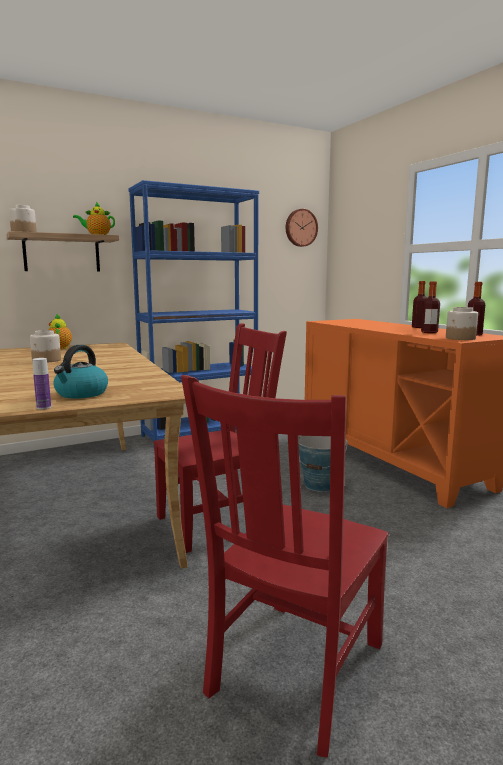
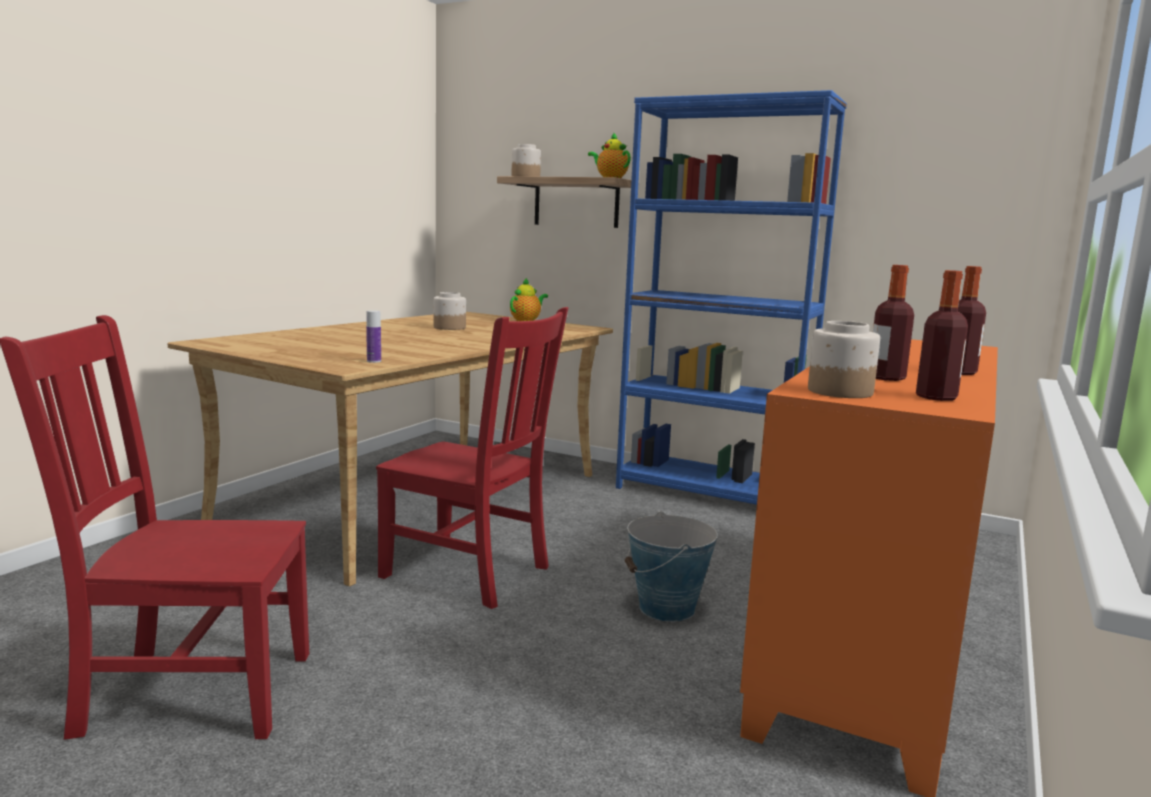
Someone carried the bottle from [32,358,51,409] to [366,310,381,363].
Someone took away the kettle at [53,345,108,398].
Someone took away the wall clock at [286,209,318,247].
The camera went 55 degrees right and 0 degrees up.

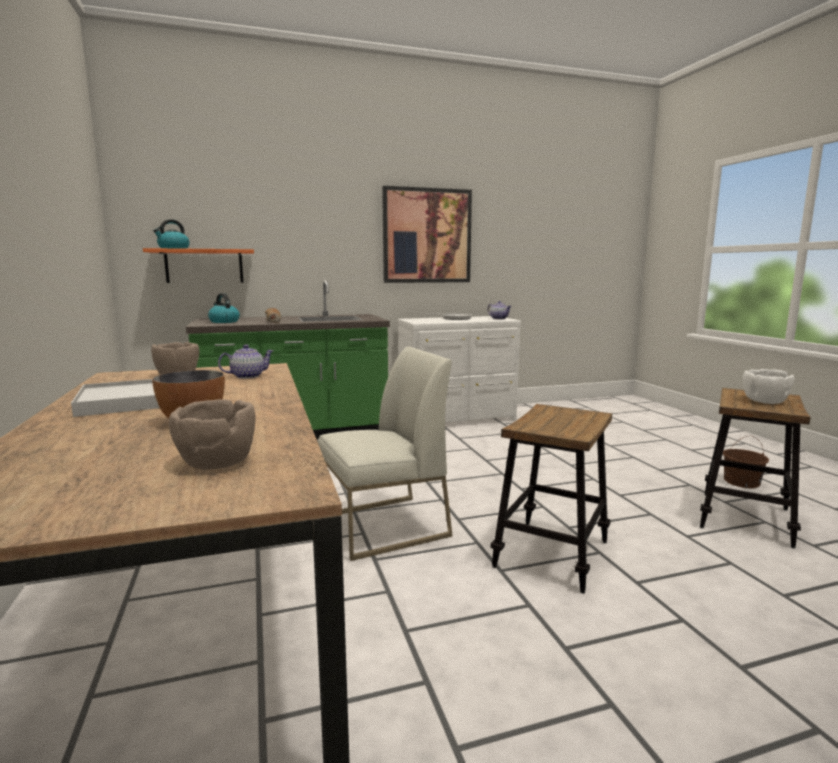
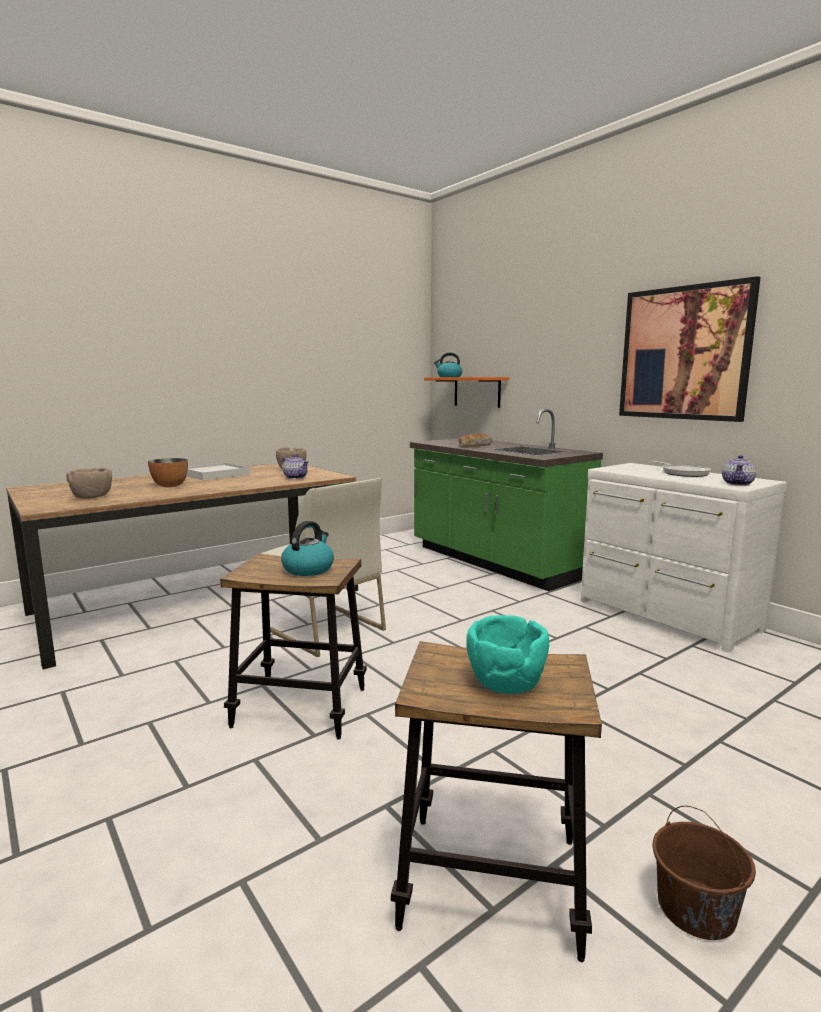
Someone carried the kettle from [208,293,240,323] to [281,521,334,576].
Someone repainted the white bowl at [743,369,794,404], which became the turquoise bowl at [466,615,549,694].
The camera went 70 degrees right and 0 degrees up.

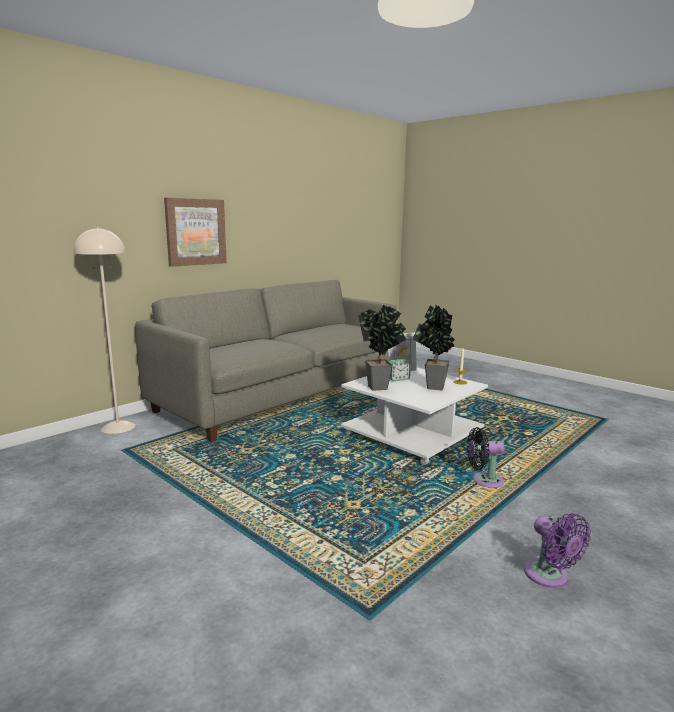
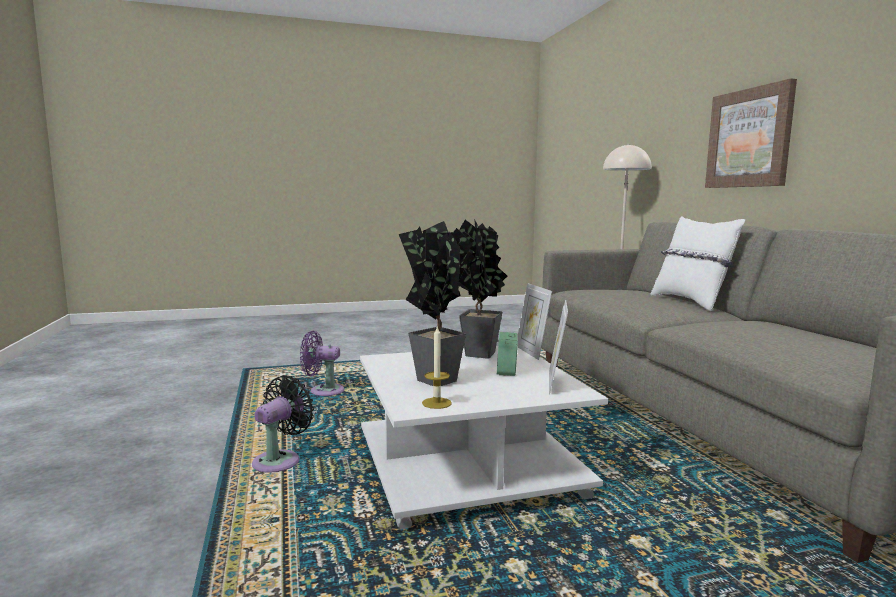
Someone carried the purple fan from [524,513,591,588] to [300,331,344,396].
Someone put down the picture frame at [518,283,552,360].
Someone put down the white pillow at [650,217,745,311].
The camera went 120 degrees right and 5 degrees down.

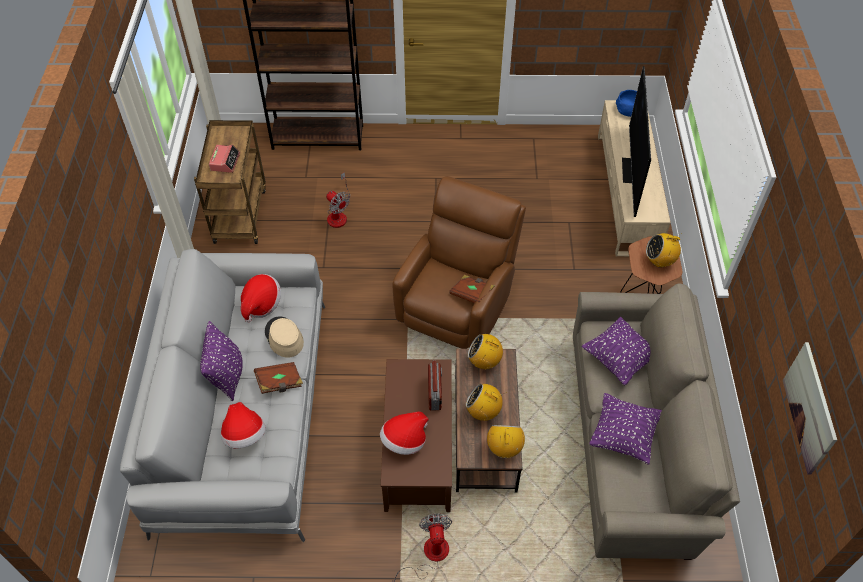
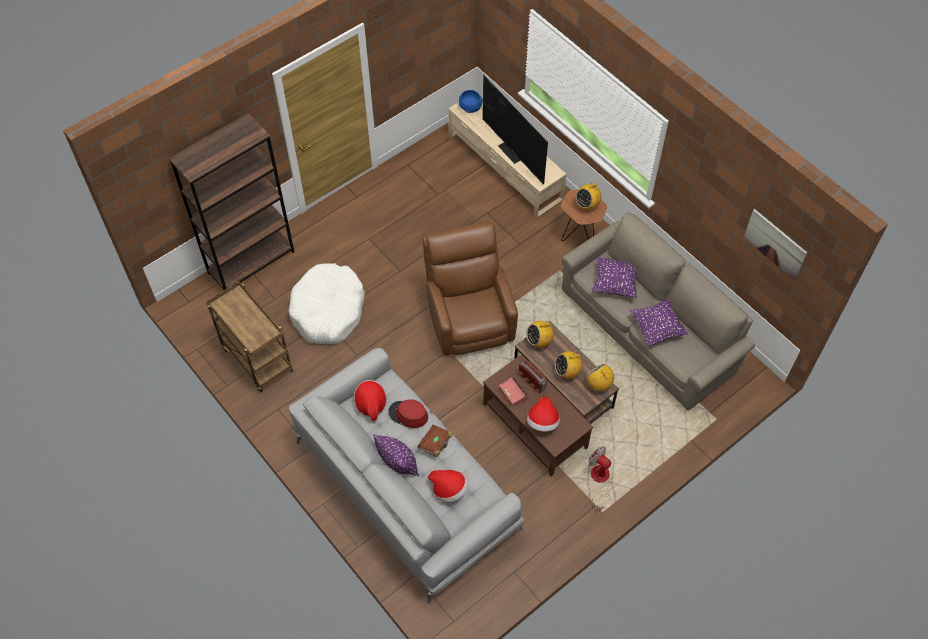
Someone carried the alarm clock from [209,144,240,173] to [499,377,529,407].
Someone repainted the beige hat at [265,316,304,358], which became the red hat at [389,399,428,428].
Someone swapped the fan at [326,172,350,228] for the white dog bed at [288,263,365,344].
Someone took away the brown book at [449,275,495,303].
The camera went 40 degrees left and 5 degrees up.

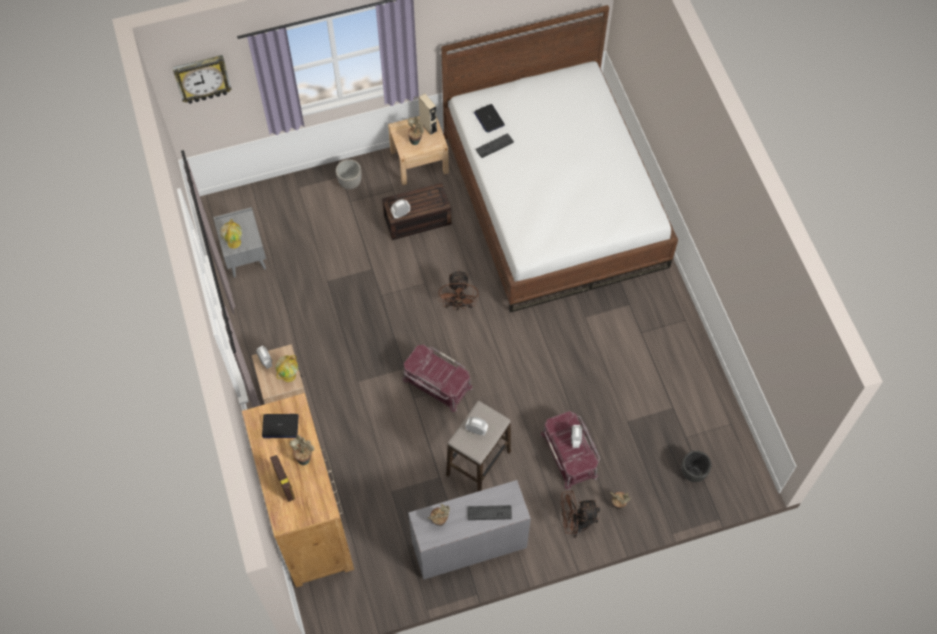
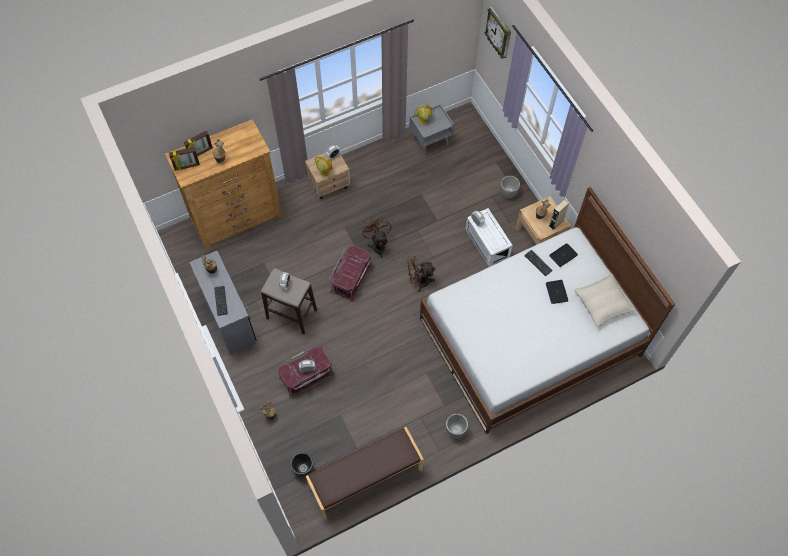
Someone carried the laptop from [262,414,299,438] to [546,280,568,304].
Someone repainted the brown storage box at [382,183,451,240], which became the white storage box at [465,208,513,267].
Someone carried the brown fan from [561,490,600,538] to [361,216,392,259].
Someone put down the picture frame at [169,147,200,171].
Someone put down the brown bench at [306,427,424,520].
Someone put down the planter at [446,414,468,438].
Someone put down the beige pillow at [574,274,636,327].
The camera went 80 degrees right and 0 degrees up.

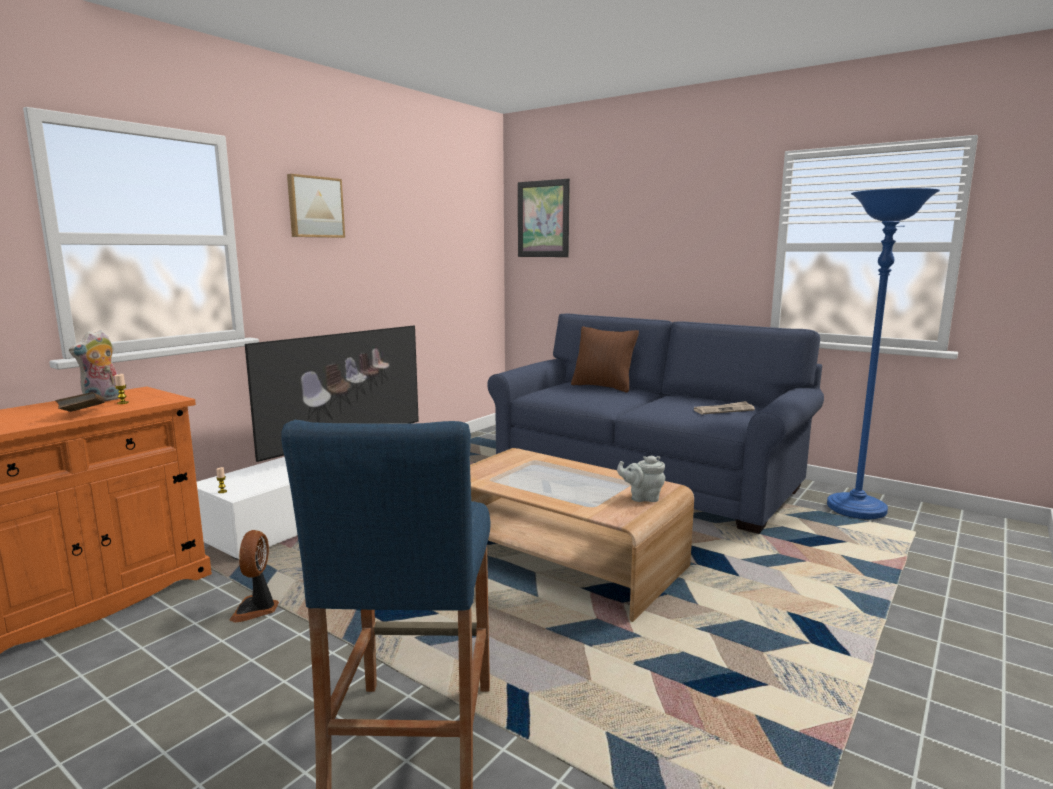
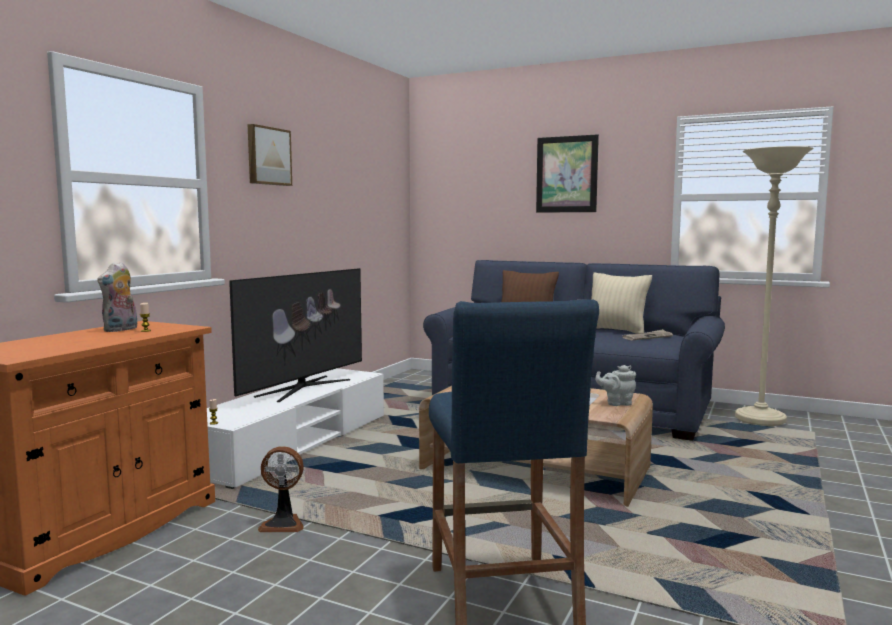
Someone took away the brown book at [55,392,105,412].
Someone rotated the fan at [229,530,279,622] by 75 degrees counterclockwise.
Someone carried the picture from [518,179,570,257] to [536,134,599,213].
Someone repainted the blue floor lamp at [827,188,940,520], which became the beige floor lamp at [735,146,814,426].
Someone put down the beige pillow at [591,273,652,334].
The camera went 10 degrees left and 5 degrees down.

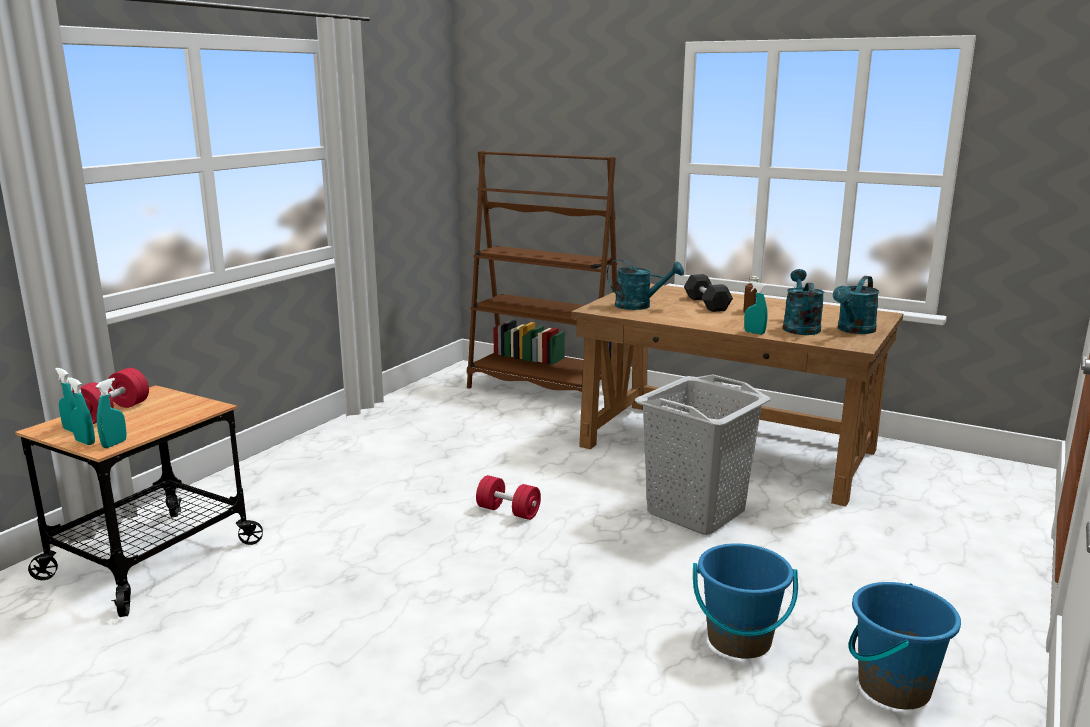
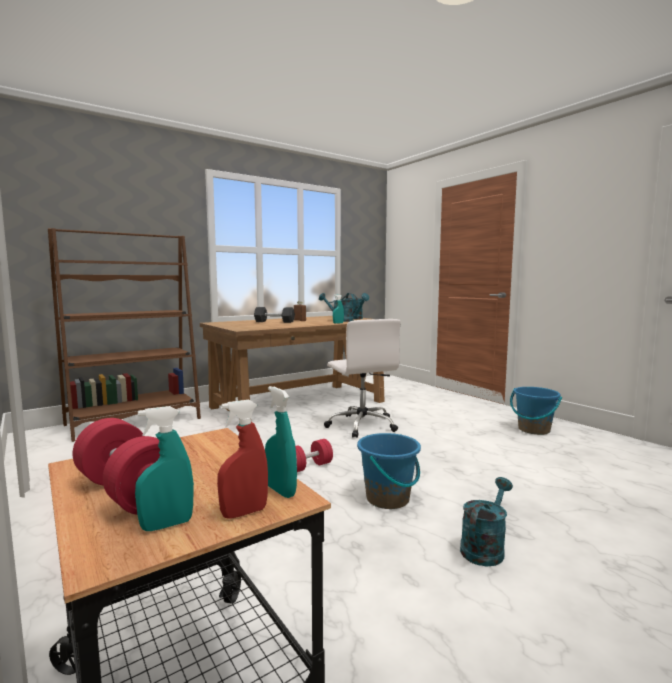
Someone repainted the turquoise spray bottle at [67,377,95,445], which became the red spray bottle at [217,400,268,519].
Someone carried the turquoise watering can from [607,259,684,310] to [460,477,513,566].
Someone swapped the grey laundry basket at [634,375,771,535] for the white office chair at [324,319,401,438].
Someone carried the blue bucket from [693,543,798,659] to [357,433,421,509].
The camera went 65 degrees left and 10 degrees down.

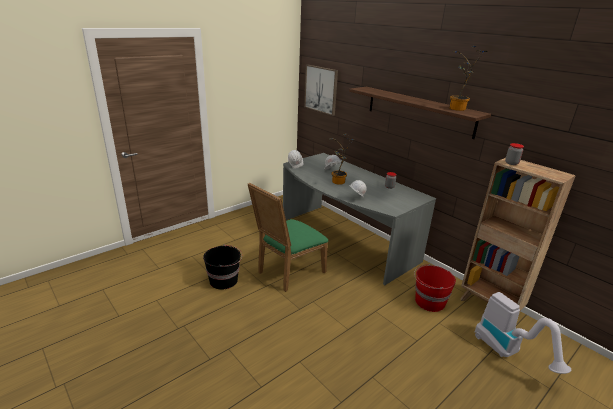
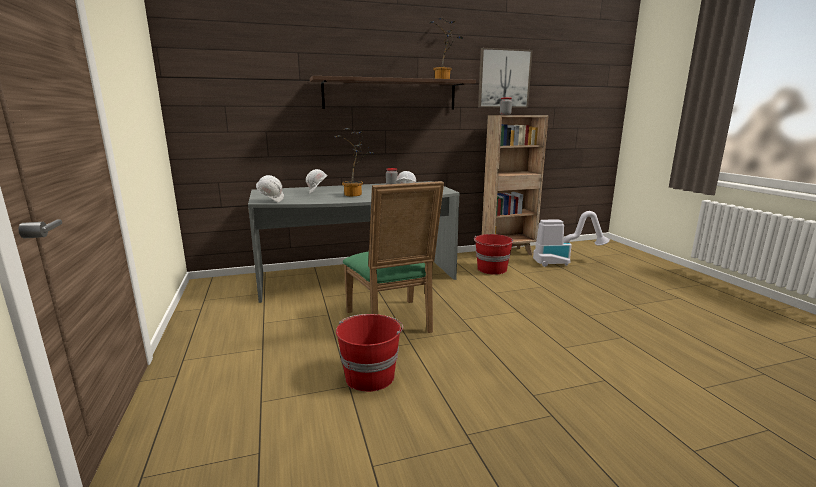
Someone repainted the black bucket at [203,245,242,290], which became the red bucket at [336,314,403,392].
Someone carried the picture from [304,65,338,116] to [478,48,533,108].
The camera went 65 degrees left and 10 degrees down.

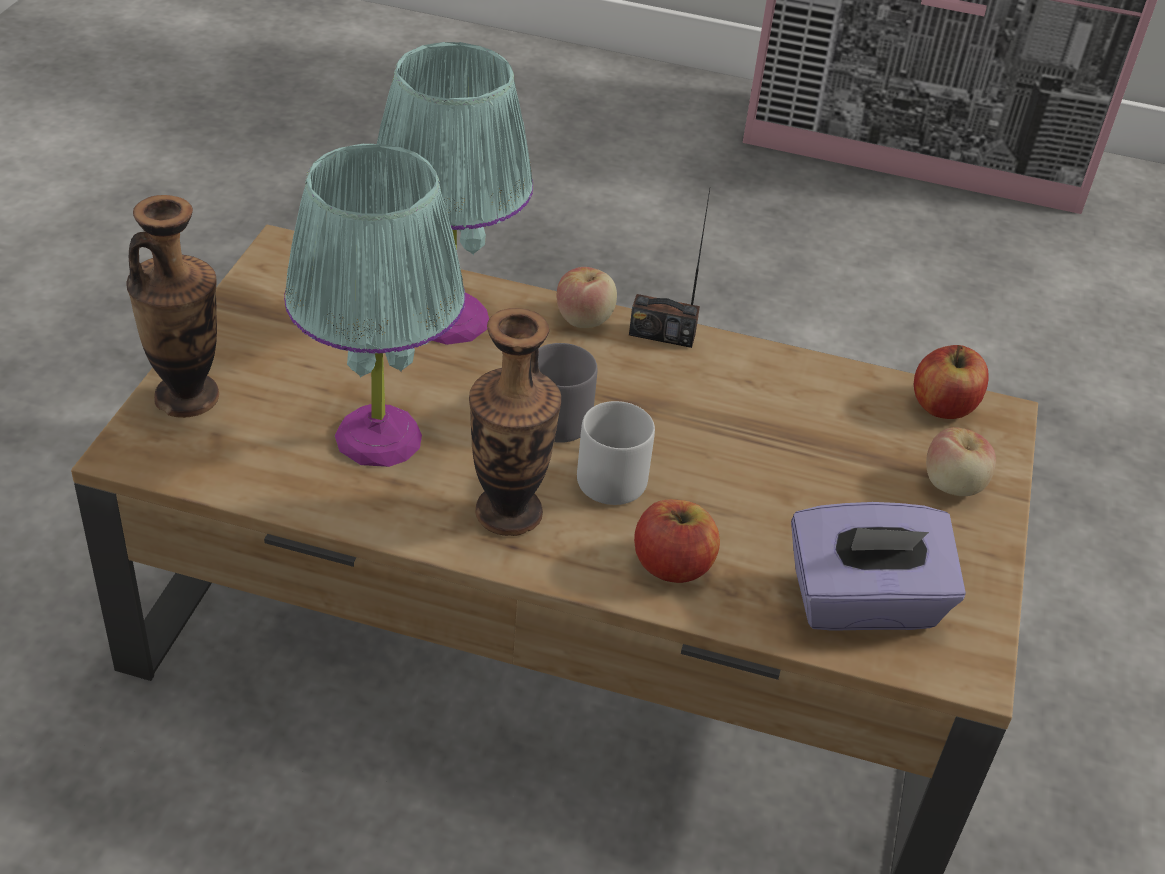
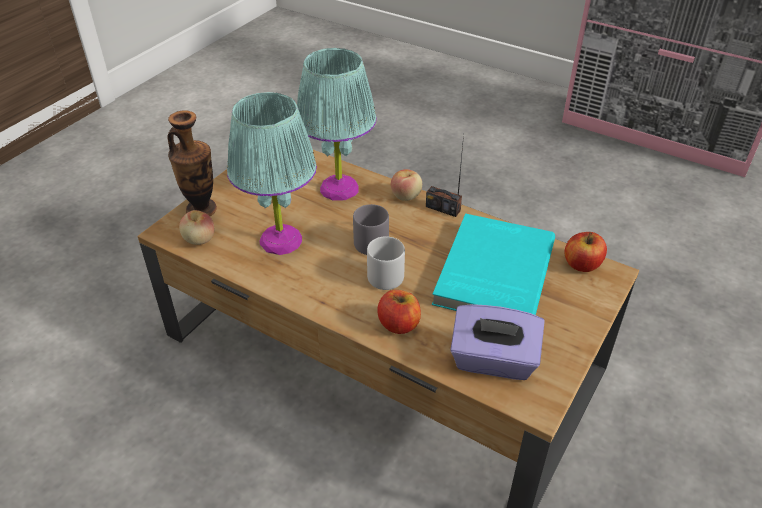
Someone took away the vase at [469,308,561,536].
Someone carried the apple from [926,427,996,496] to [179,210,214,245].
Someone put down the turquoise book at [432,213,555,315].
The camera went 20 degrees right and 0 degrees up.

